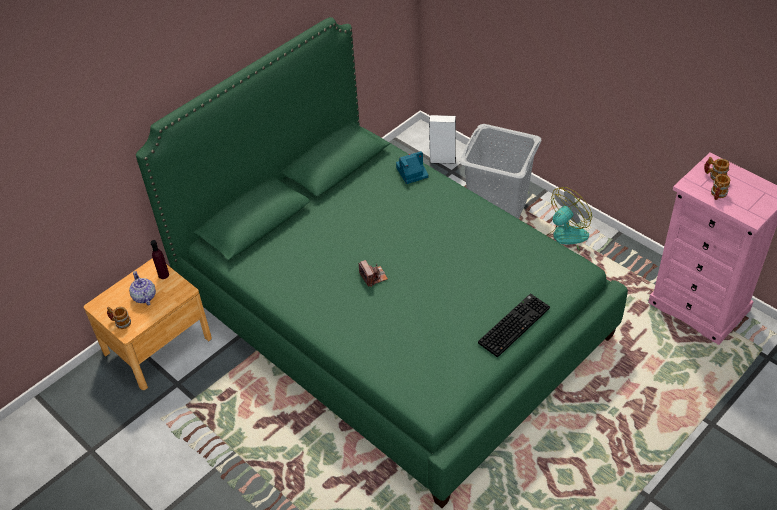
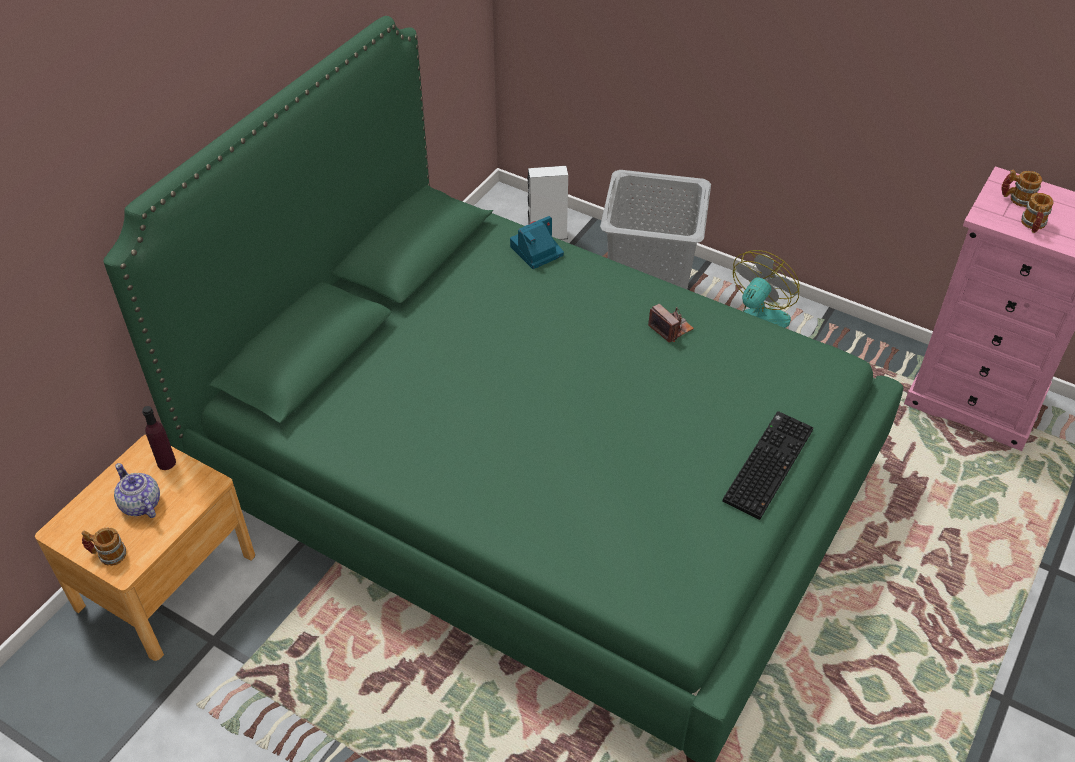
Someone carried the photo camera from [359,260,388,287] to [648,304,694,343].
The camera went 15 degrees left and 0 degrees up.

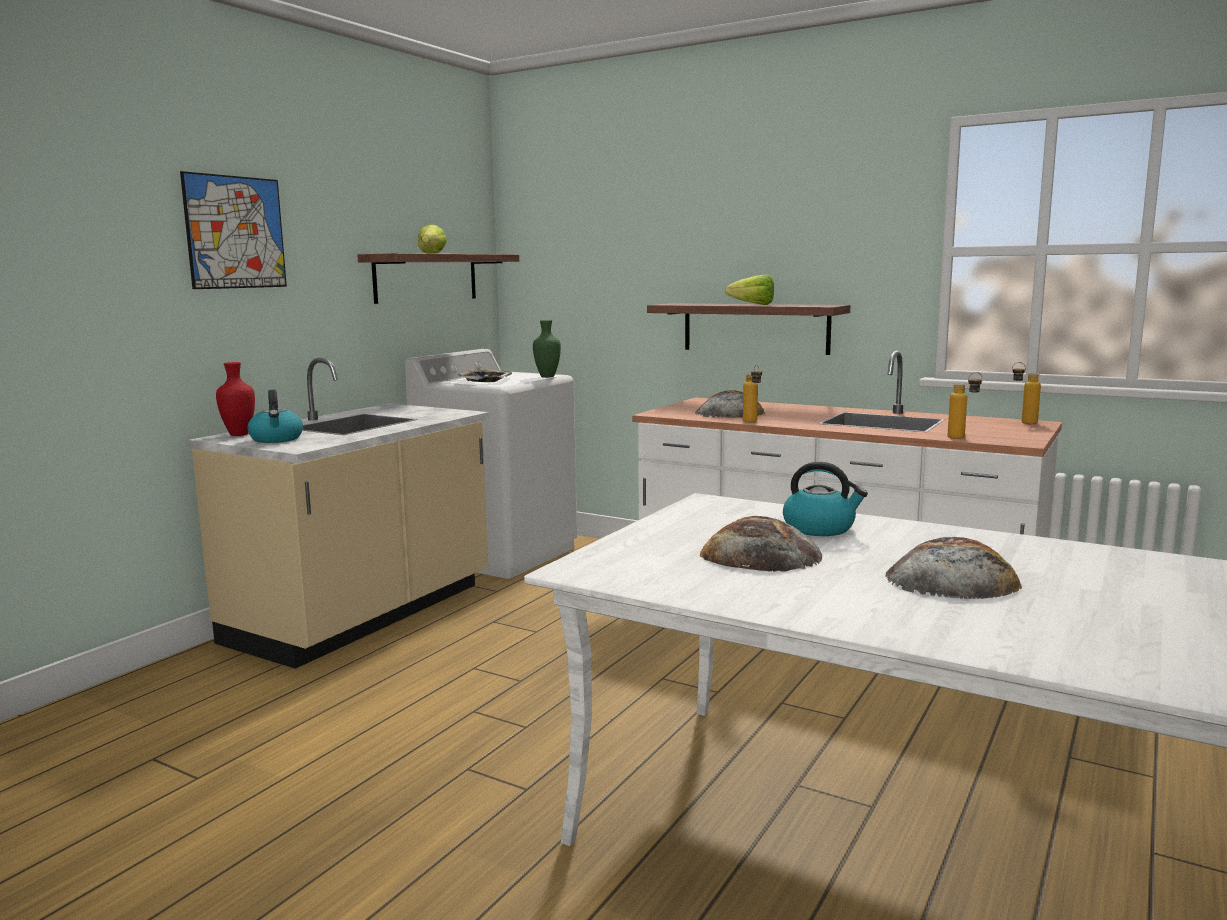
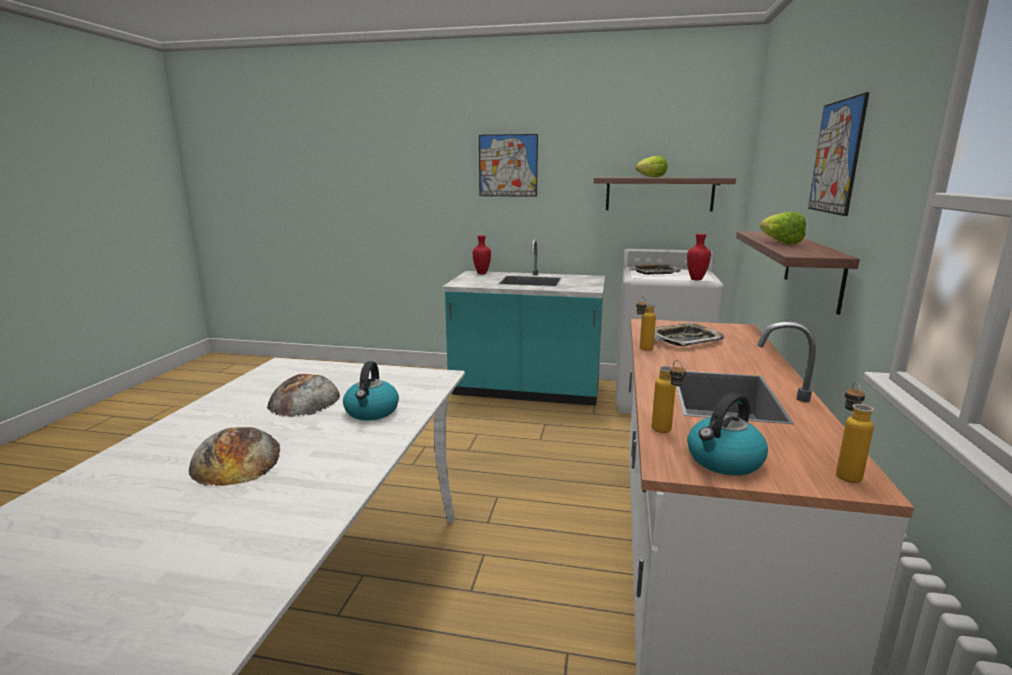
Someone repainted the beige counter at [189,358,490,669], which became the turquoise counter at [442,240,605,406].
Someone carried the kettle from [247,390,303,443] to [687,393,768,476].
Someone repainted the green vase at [533,320,561,378], which became the red vase at [687,234,711,281].
Someone swapped the bread at [695,390,765,418] for the tray at [654,323,724,346].
Someone put up the picture at [808,92,869,216].
The camera went 70 degrees right and 5 degrees up.

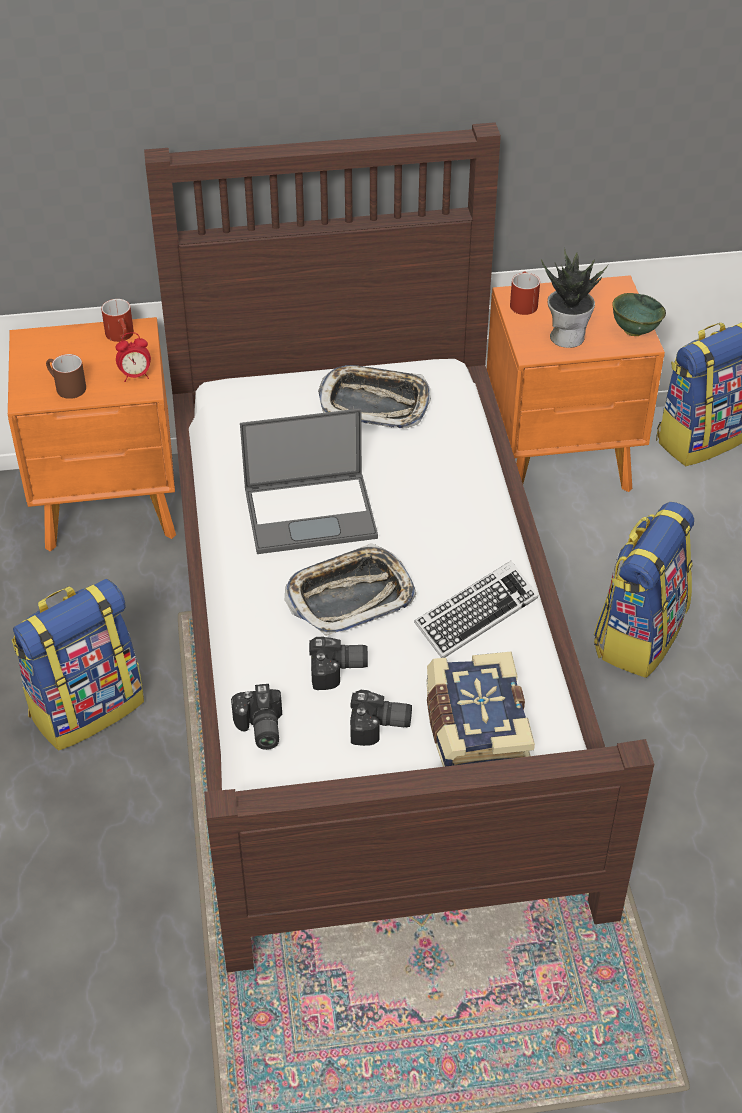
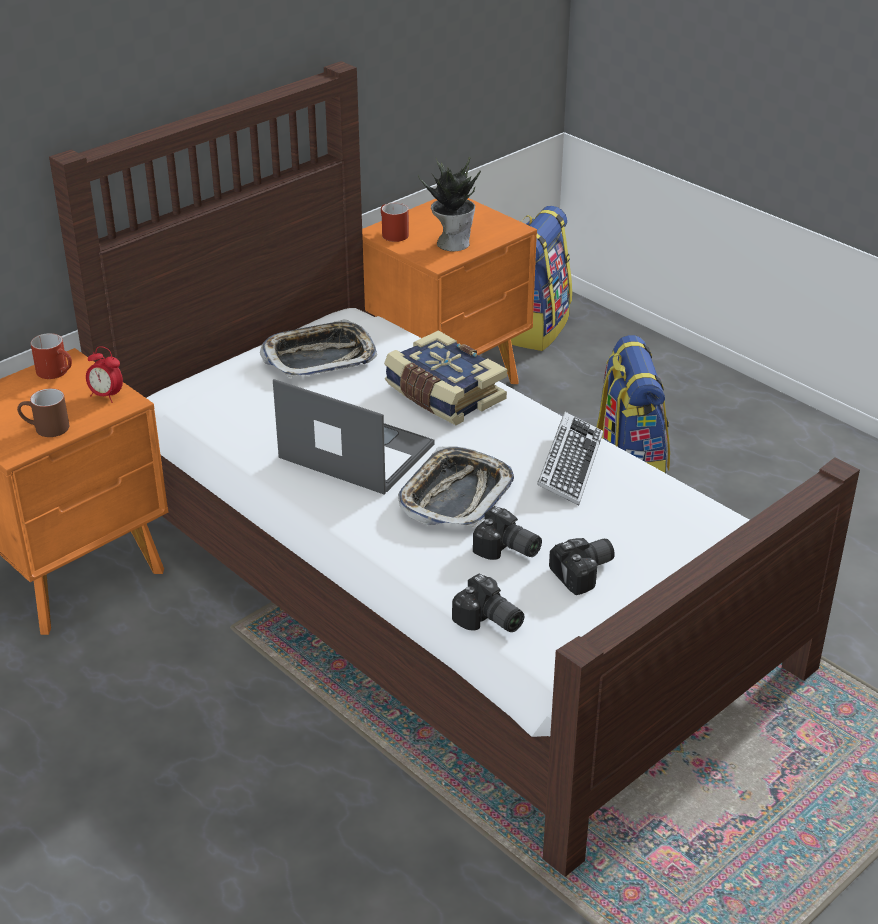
Someone took away the backpack at [12,579,144,750].
Someone rotated the alarm clock at [115,332,151,382] by 75 degrees clockwise.
Someone rotated the laptop at [240,408,378,554] by 105 degrees counterclockwise.
Someone rotated the photo camera at [309,637,368,690] by 75 degrees clockwise.
Someone carried the book from [426,651,535,767] to [384,330,507,425].
Someone took away the green bowl at [612,293,666,336].
The camera went 35 degrees left and 10 degrees down.

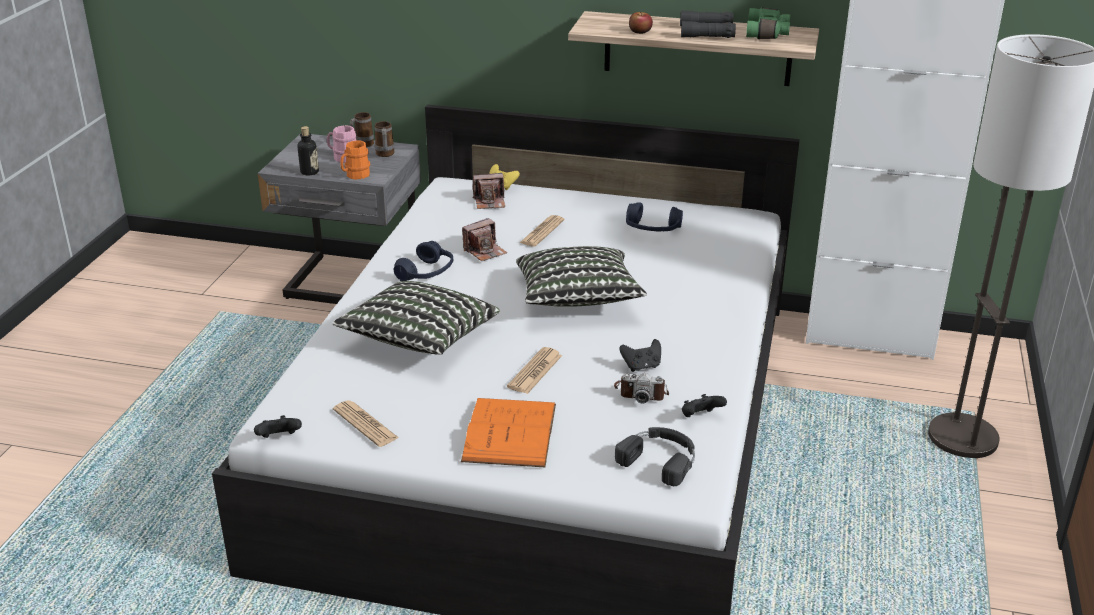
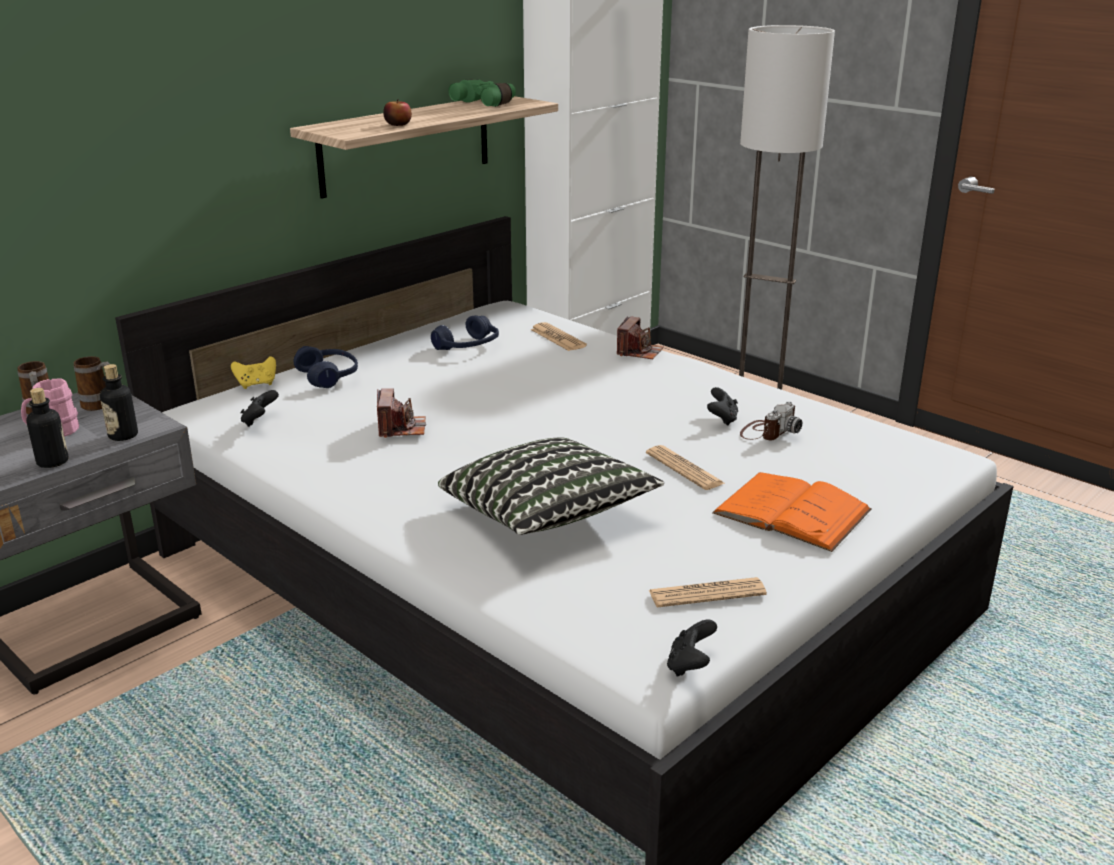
Someone swapped the orange mug at [340,140,370,180] for the bottle at [100,364,138,441].
Someone carried the blue headphones from [394,241,453,281] to [294,346,358,388].
Someone carried the photo camera from [473,173,505,209] to [617,316,663,359].
Someone took away the pillow at [516,246,647,307].
Someone carried the newspaper from [520,215,565,247] to [530,322,587,351].
Someone took away the black headphones at [615,427,695,486].
Someone took away the black binoculars at [680,11,736,38].
Someone carried the black game controller from [682,394,727,417] to [240,390,279,427].
The camera went 60 degrees left and 5 degrees down.

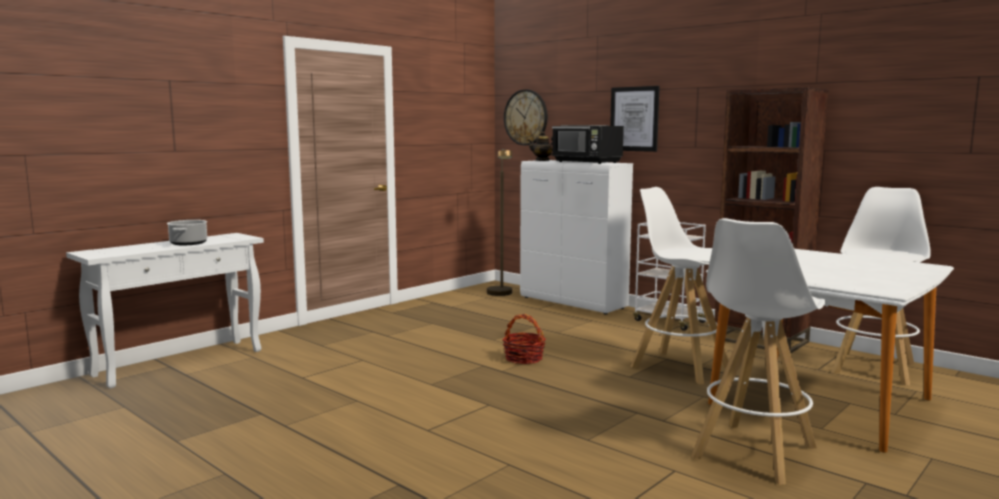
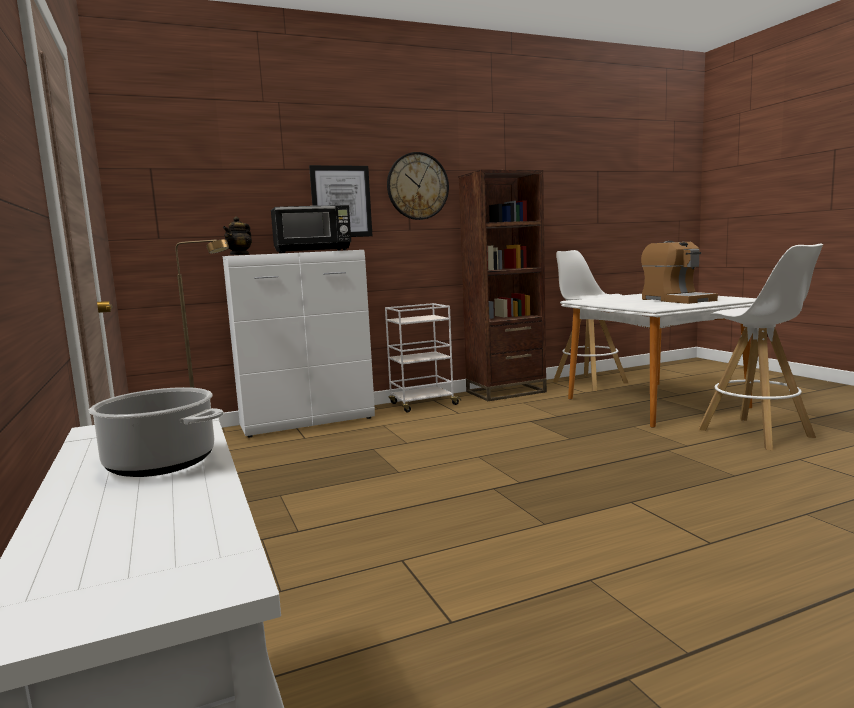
Someone took away the basket at [502,314,546,364].
Someone carried the wall clock from [504,89,548,145] to [387,152,449,220].
Someone took away the white stool at [630,187,728,384].
Someone put down the coffee machine at [641,241,718,304].
The camera went 65 degrees left and 0 degrees up.

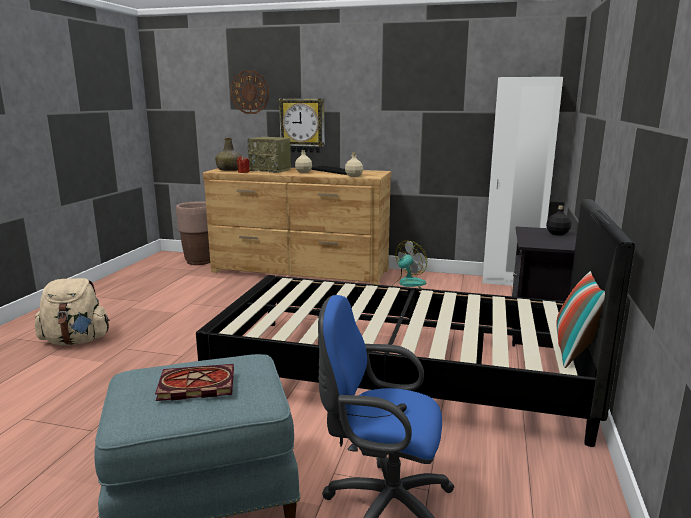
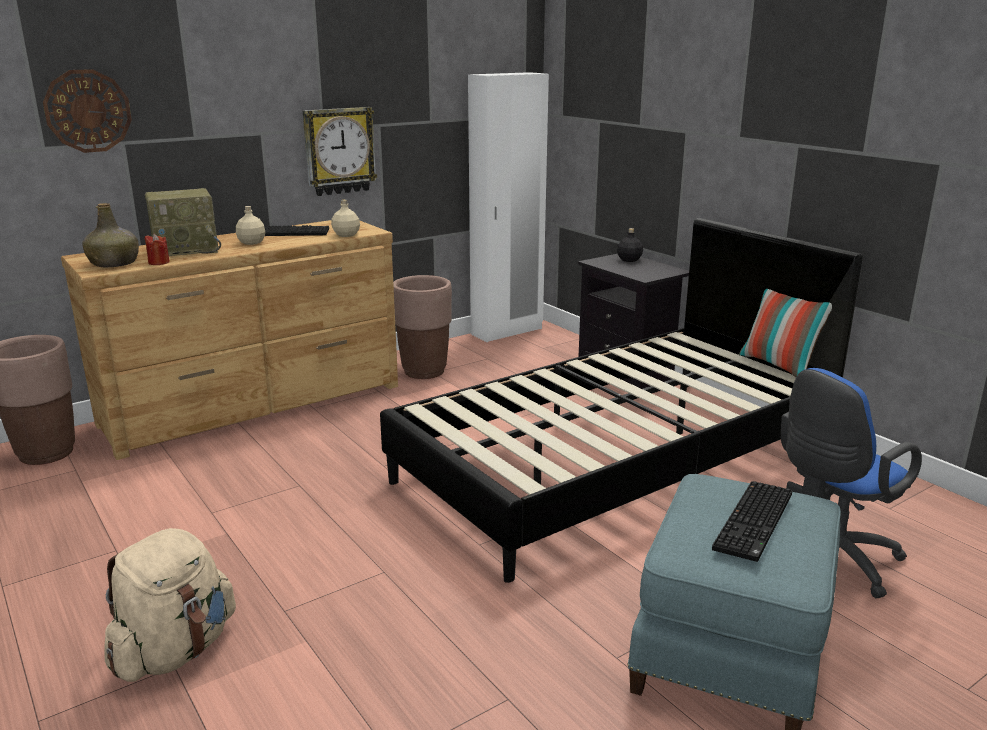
Someone swapped the book at [155,364,234,401] for the keyboard at [712,481,792,562].
Someone carried the wall clock from [278,98,325,153] to [303,107,377,196].
Someone swapped the fan at [393,241,427,289] for the brown planter at [393,275,452,379].
The camera went 50 degrees left and 5 degrees up.

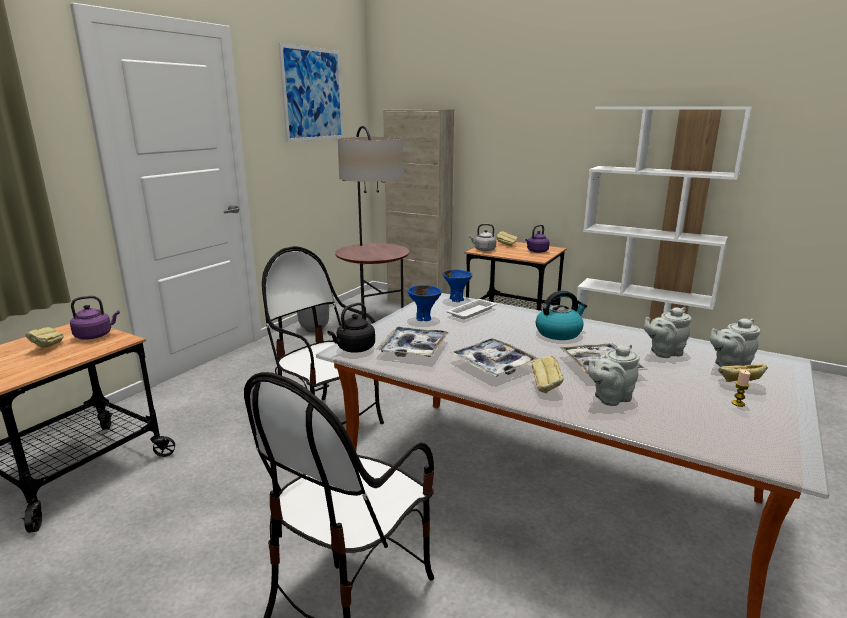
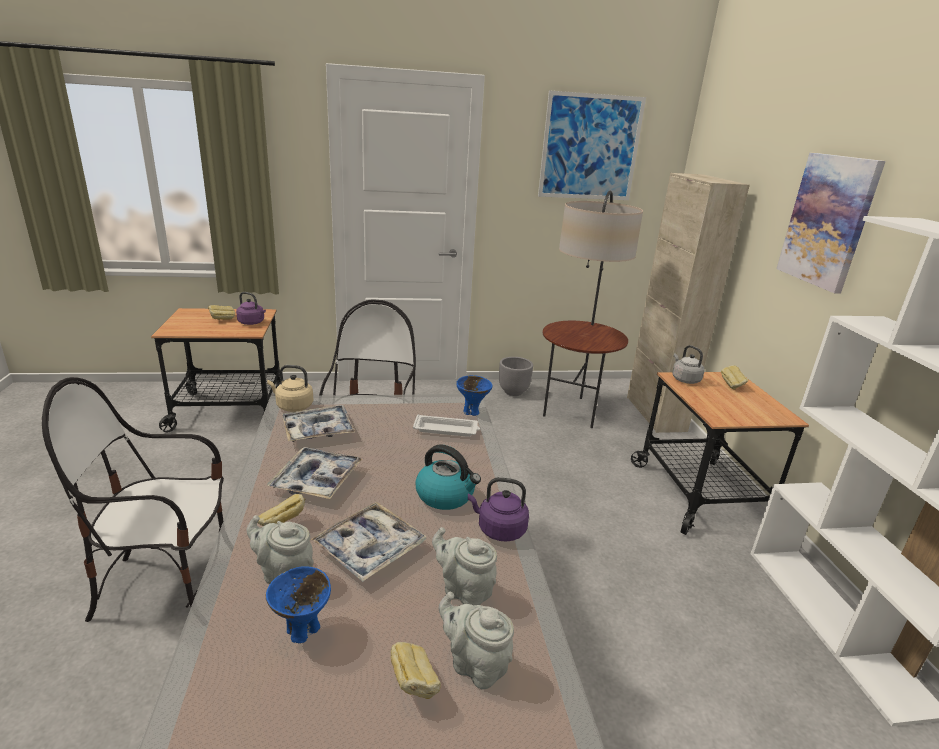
Someone repainted the black kettle at [327,302,375,353], which became the beige kettle at [267,365,314,412].
Someone carried the blue bowl from [408,285,442,321] to [266,566,331,643].
Someone carried the purple kettle from [525,225,550,253] to [468,477,529,542].
Someone took away the candle at [732,370,750,407].
Someone put up the picture at [776,153,886,294].
The camera went 50 degrees right and 5 degrees up.

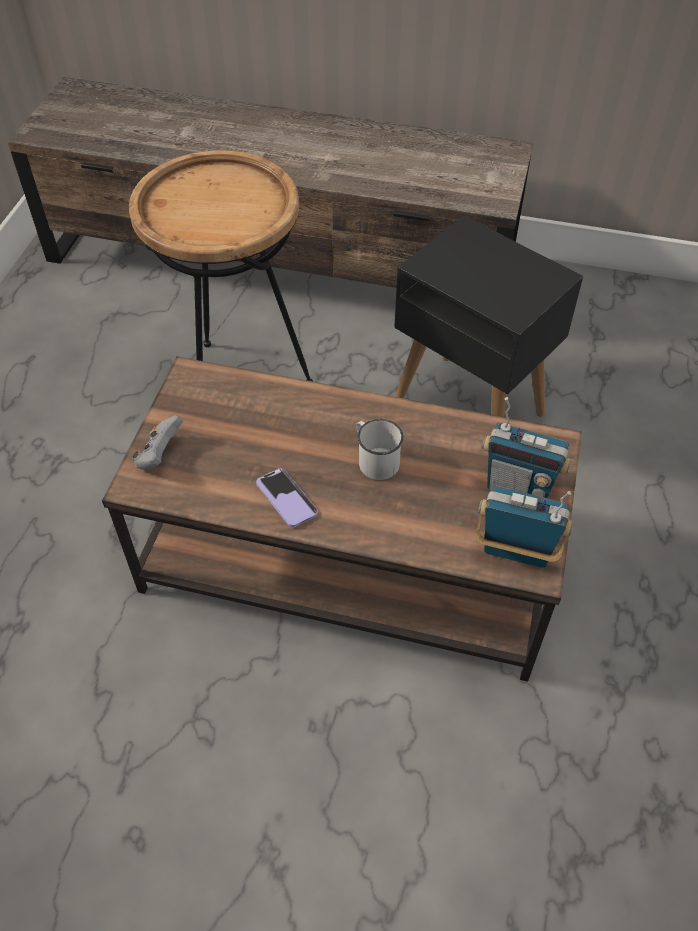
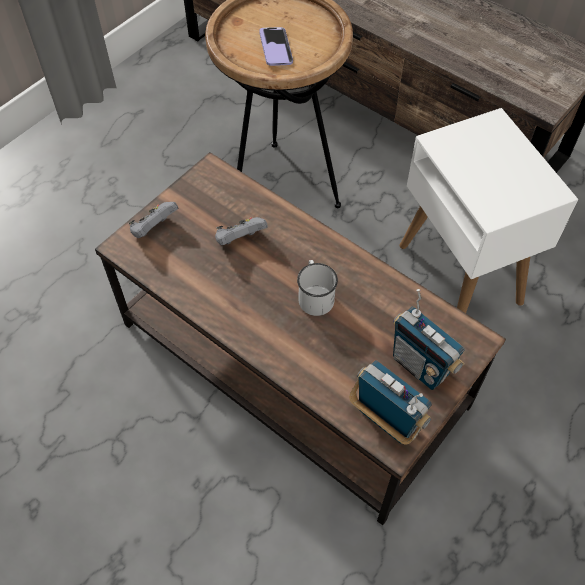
Someone carried the phone from [256,469,318,527] to [259,27,293,66].
Someone repainted the black side table at [394,216,583,417], which became the white side table at [399,108,578,313].
Someone put down the grey game controller at [215,217,268,245].
The camera went 25 degrees right and 5 degrees up.

